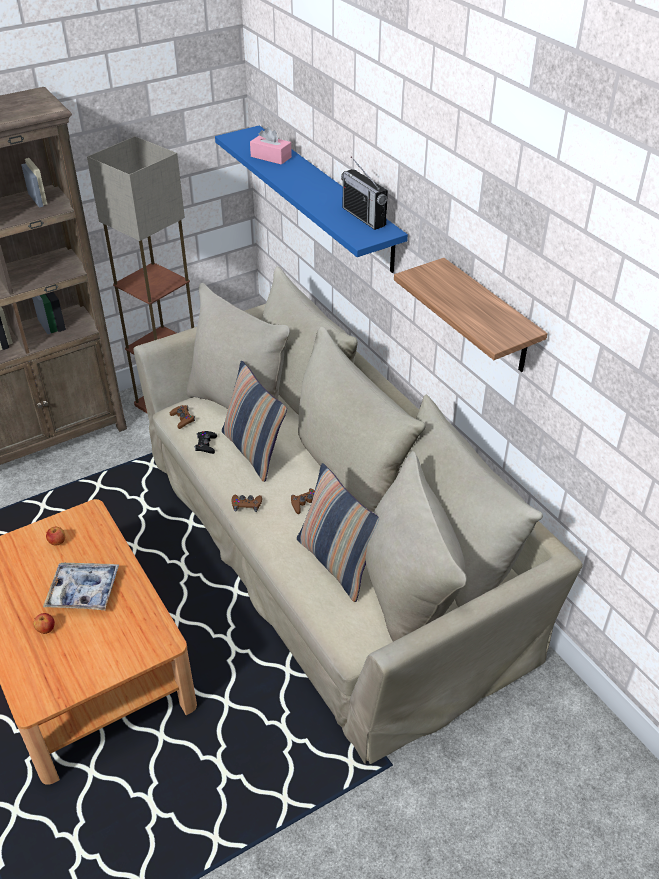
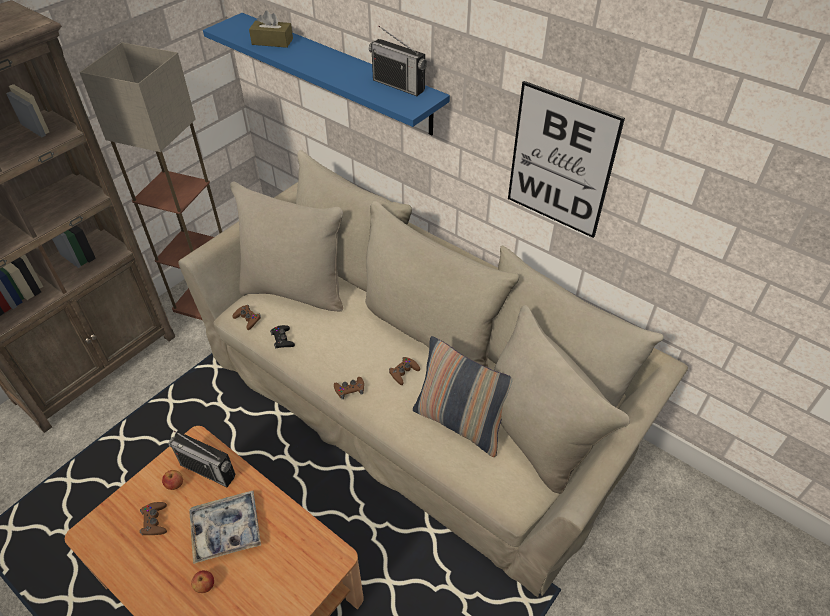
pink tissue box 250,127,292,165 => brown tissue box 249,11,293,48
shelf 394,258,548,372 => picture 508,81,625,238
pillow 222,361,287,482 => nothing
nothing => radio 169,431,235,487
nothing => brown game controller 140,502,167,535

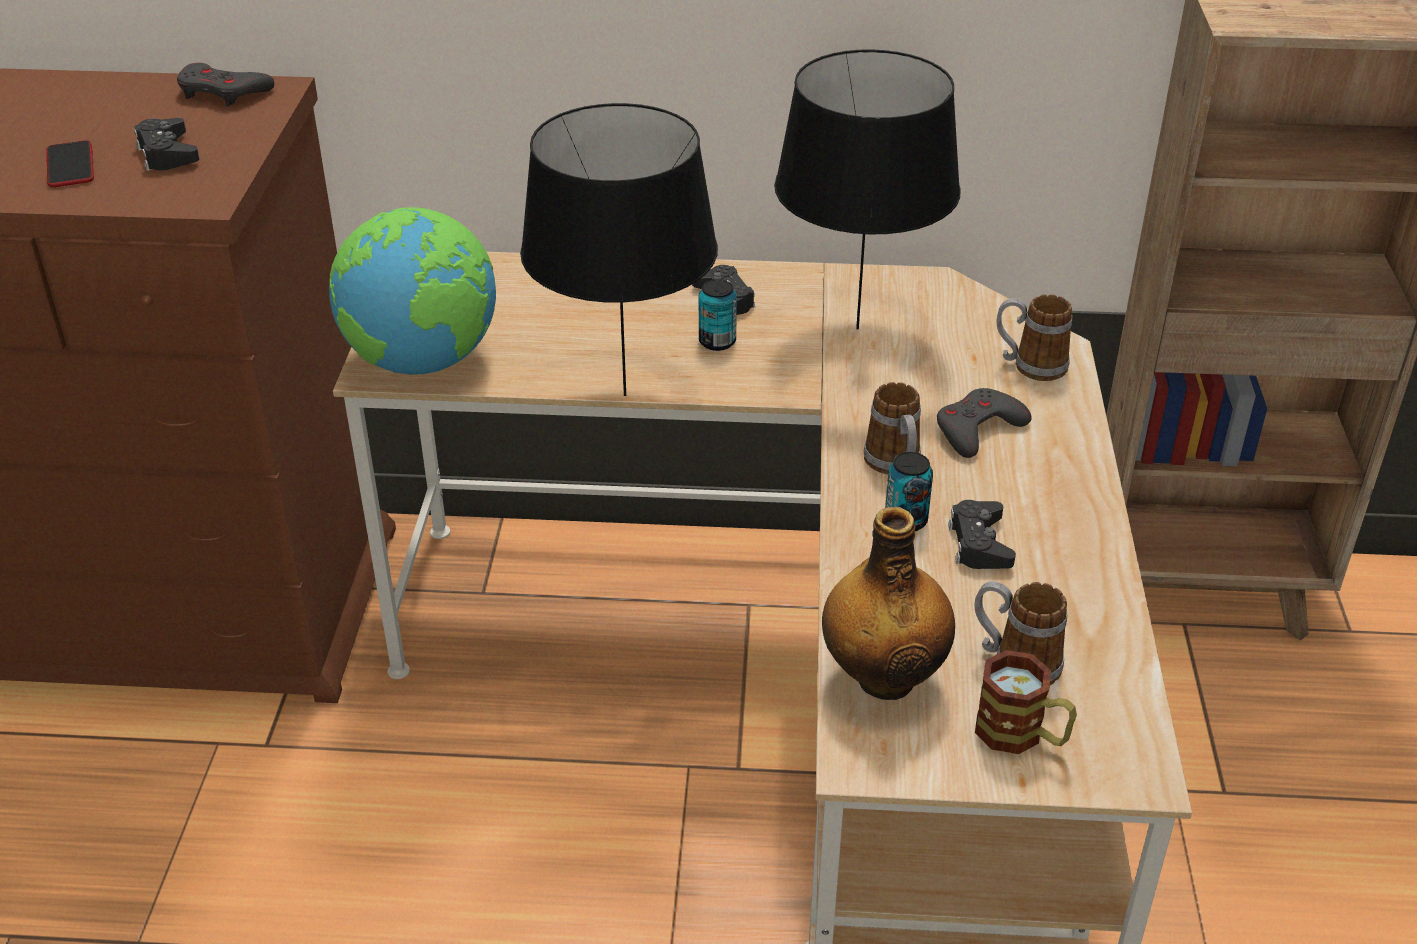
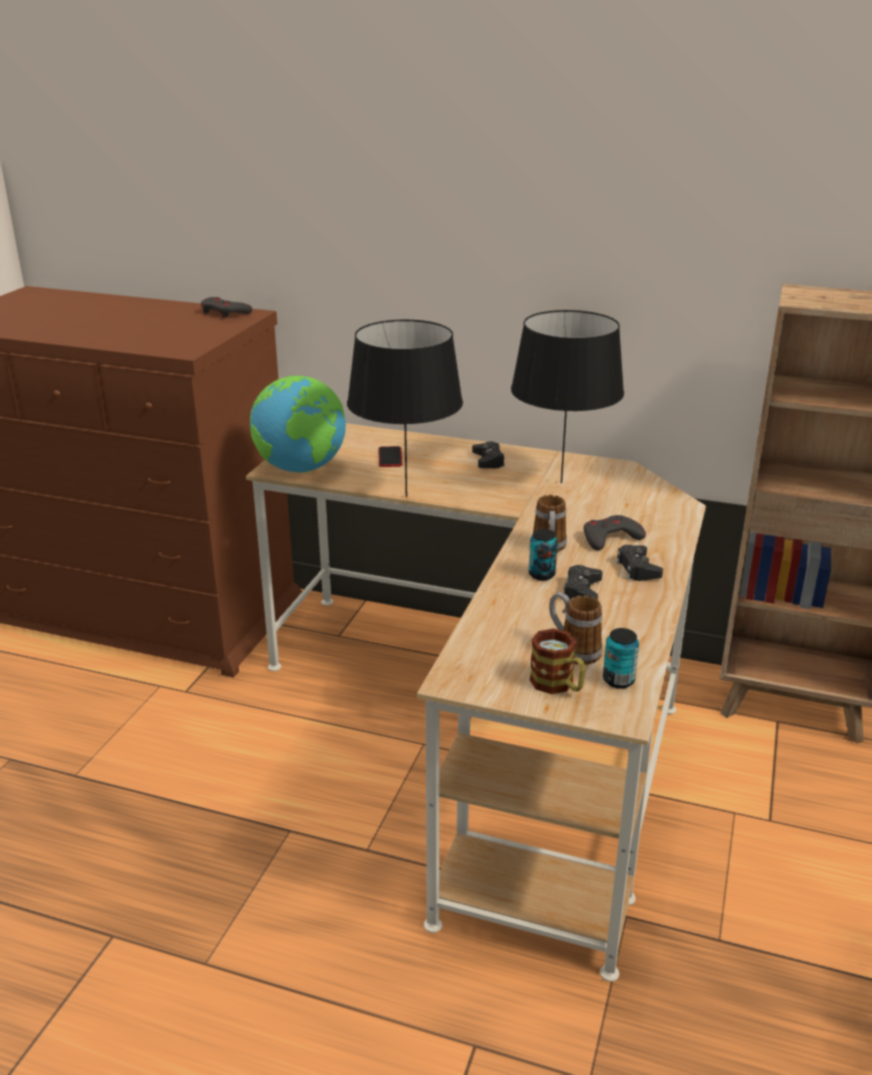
black game controller 134,118,199,171 => black game controller 616,545,663,581, relocated
phone 46,140,94,187 => phone 378,446,402,467, relocated
can 699,279,737,351 => can 603,628,639,688, relocated
mug 997,294,1072,381 => nothing
bottle 822,507,955,700 => nothing

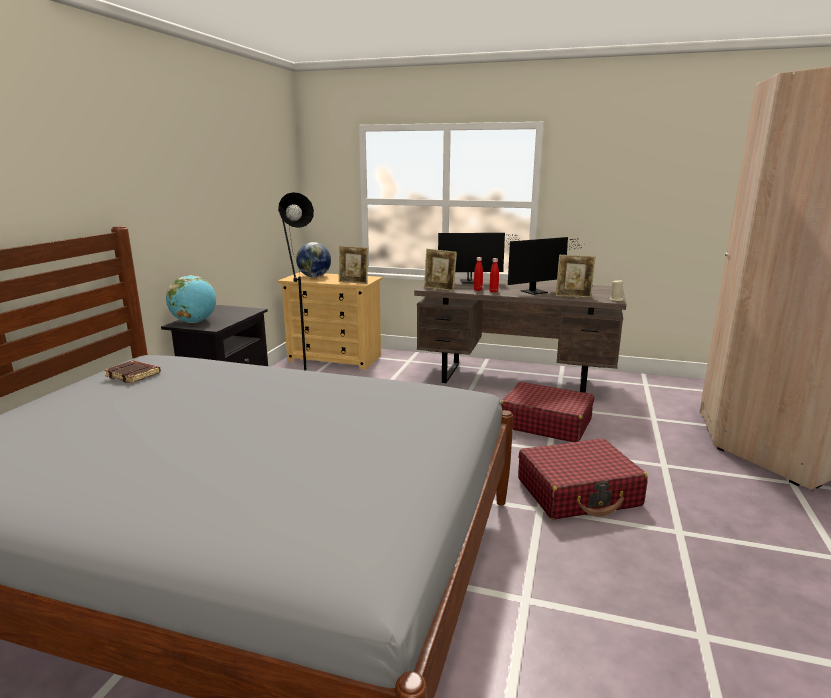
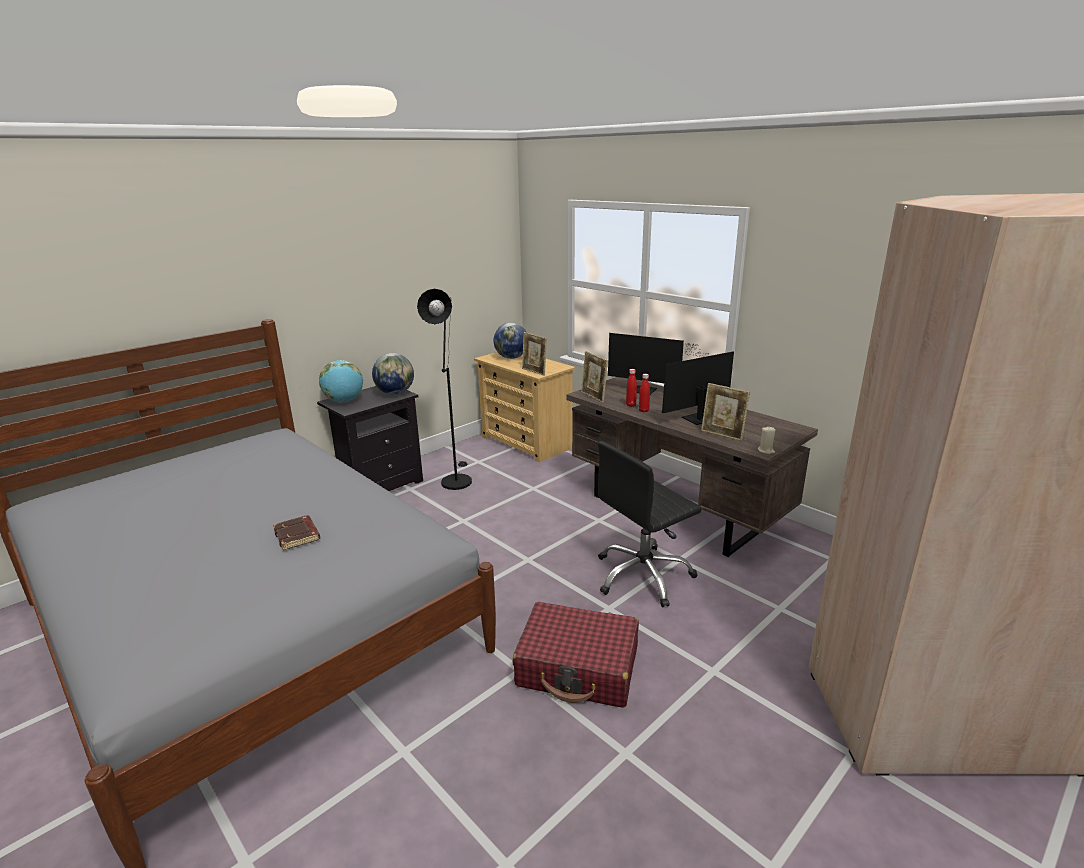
monitor 508,237,581,295 => monitor 646,351,734,425, 150 degrees clockwise
brown book 104,360,161,383 => brown book 273,515,320,551, relocated
red suitcase 501,382,594,442 => black office chair 598,441,701,607
nothing => globe 372,353,414,395

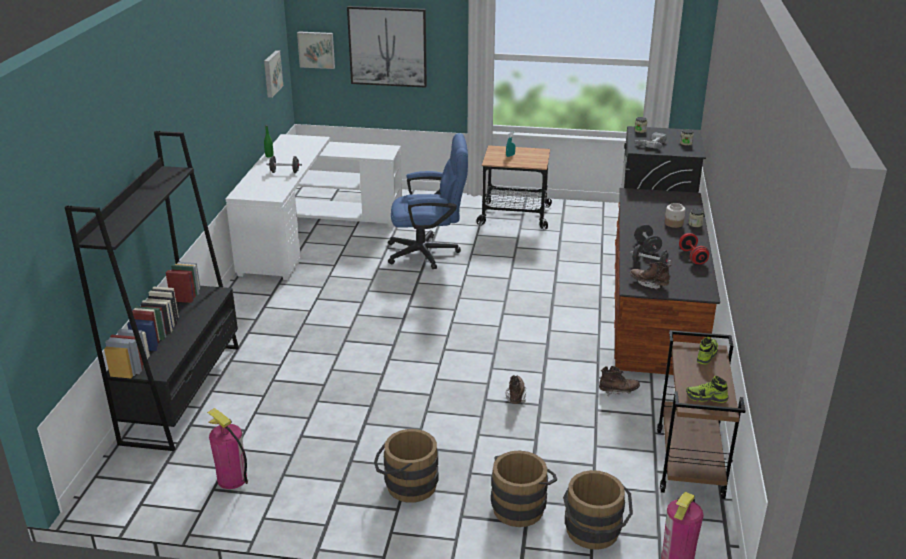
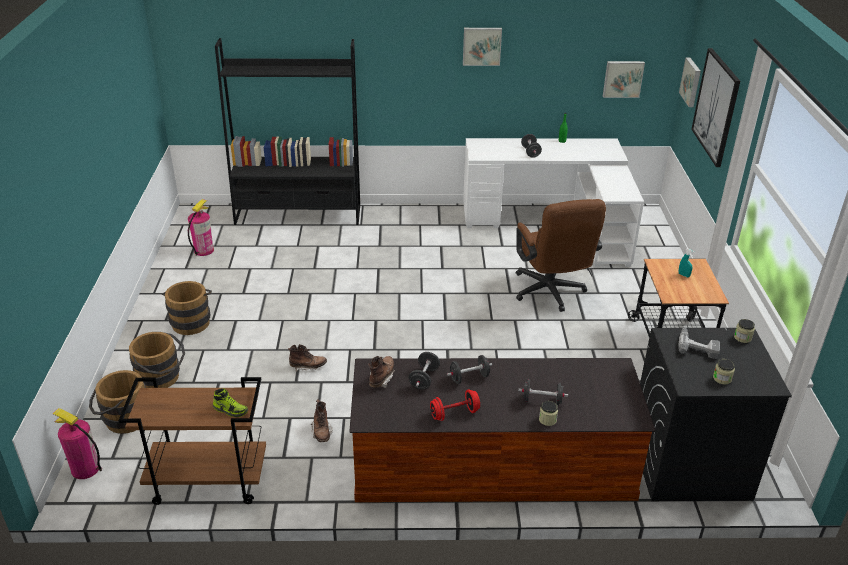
blue office chair 388,133,468,269 => brown office chair 516,199,606,312
jar 665,203,685,228 => black dumbbell 518,379,568,406
shoe 686,376,729,403 => nothing
nothing => picture 463,28,502,66

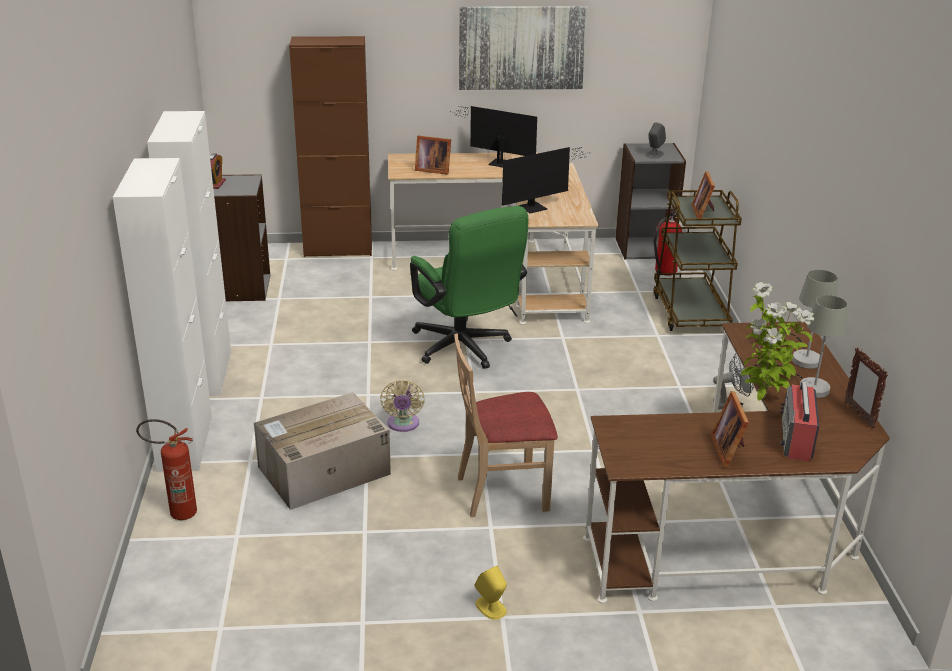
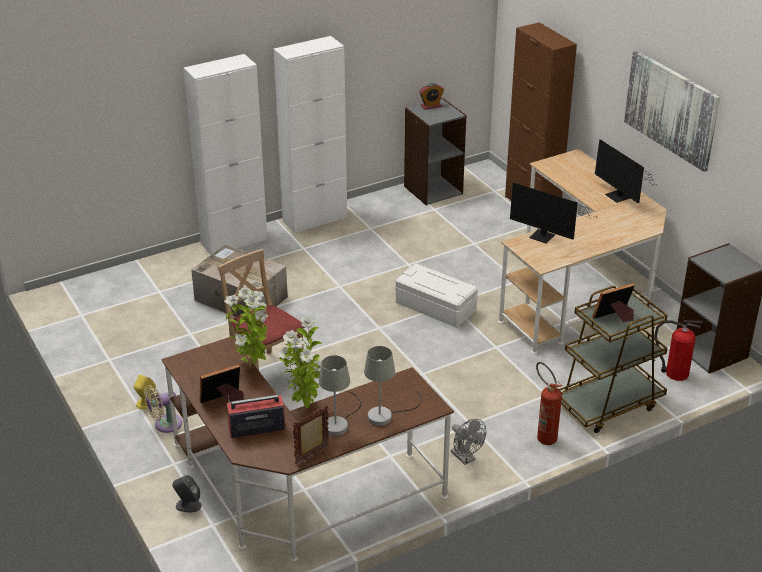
monitor 451,106,537,168 => monitor 595,139,653,203, 150 degrees clockwise
grey speaker 645,122,666,158 => grey speaker 172,475,202,512, relocated
picture frame 415,136,451,175 => nothing
green office chair 410,206,528,369 => white storage box 395,264,478,328
beige fan 380,379,425,432 => beige fan 144,385,182,433, relocated
fire extinguisher 136,419,197,520 => fire extinguisher 536,362,563,445, relocated
nothing => potted plant 224,288,269,367

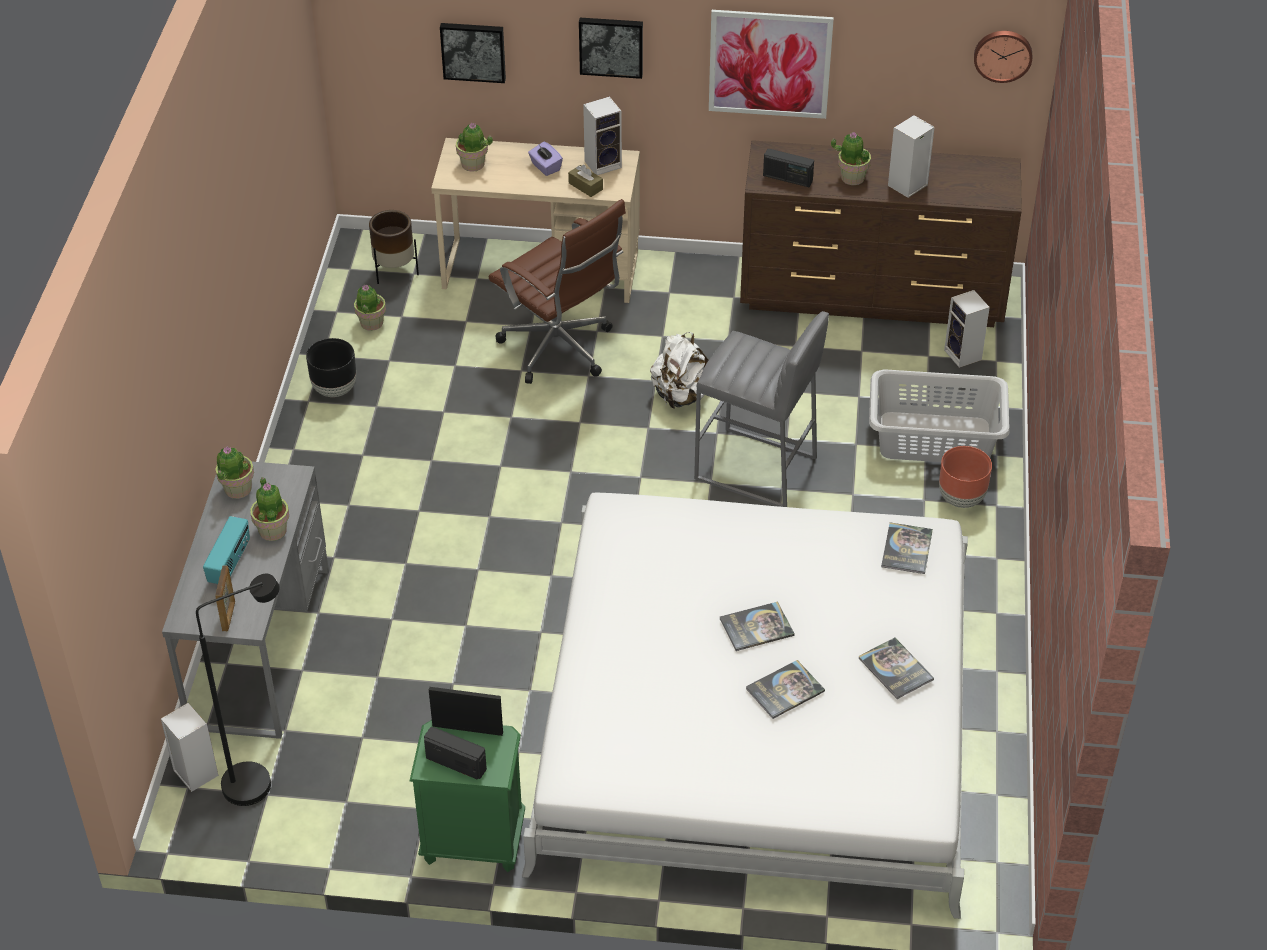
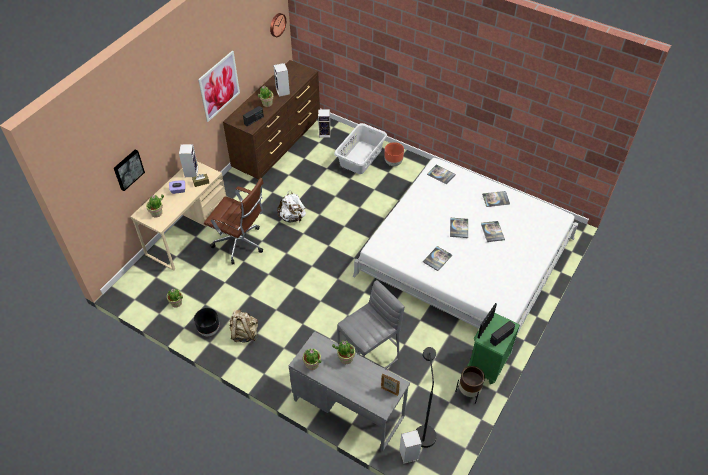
picture 579,18,643,79 => nothing
brown office chair 489,199,626,384 => brown office chair 204,178,263,265, 45 degrees clockwise
brown planter 369,210,419,284 => brown planter 455,366,485,404, relocated
grey stool 694,311,829,507 => grey stool 337,280,404,369, relocated
radio 203,516,250,584 => nothing
nothing => book 423,246,452,271
nothing => beige backpack 229,309,258,342

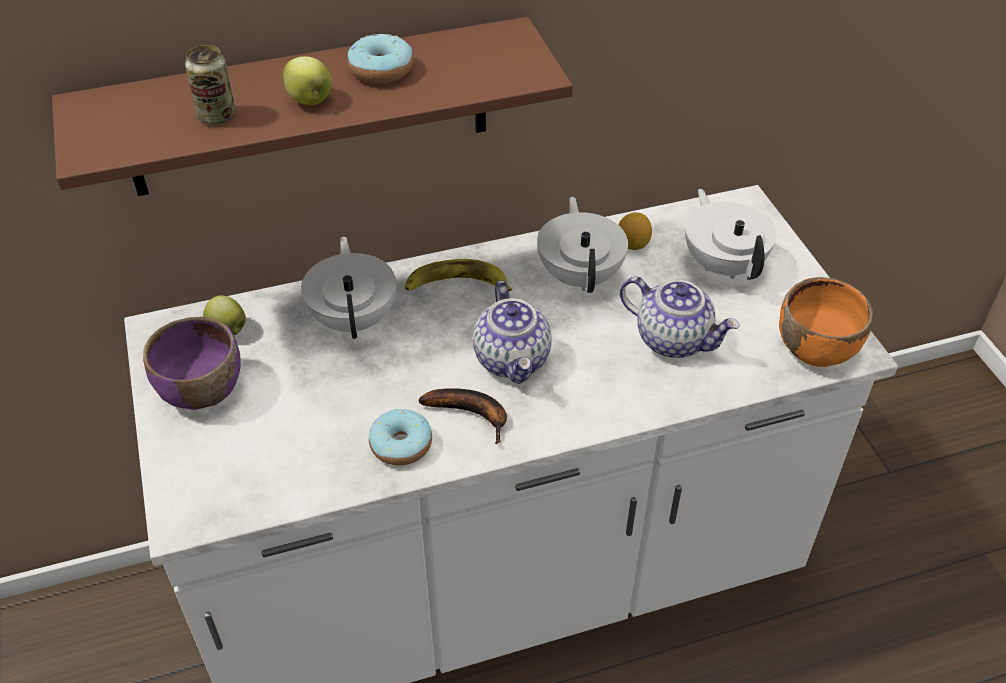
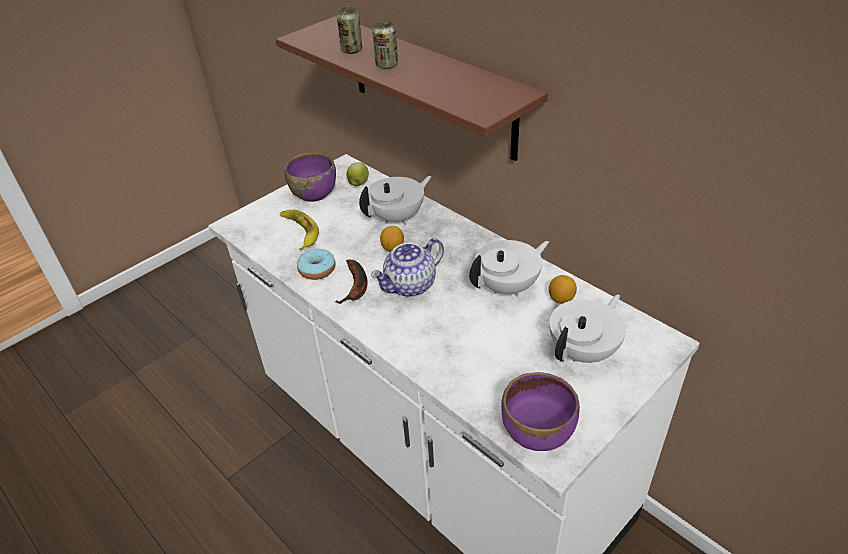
donut 348,34,414,84 => nothing
apple 283,56,332,105 => can 372,20,398,69
banana 405,259,512,291 => banana 280,210,319,250, relocated
teapot 620,276,740,358 => nothing
orange bowl 779,277,873,367 => purple bowl 501,372,580,451
nothing => lemon 380,226,404,252

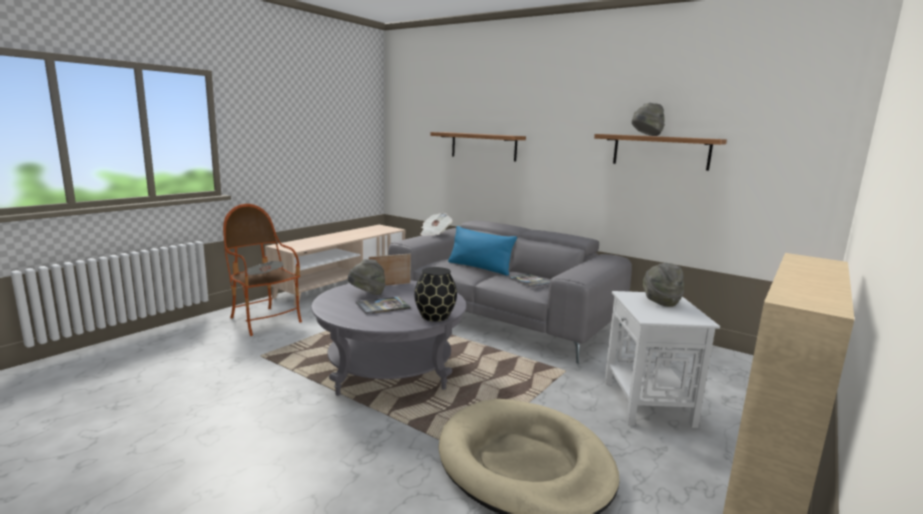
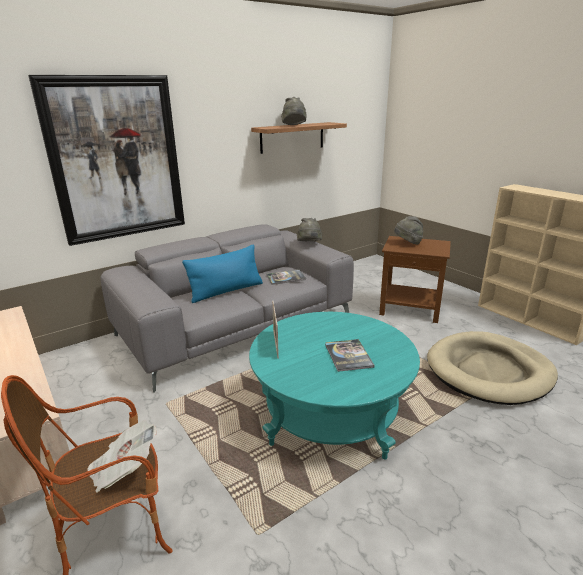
shelf 430,132,526,162 => picture 28,75,185,246
newspaper 420,213,452,236 => nothing
grey hat 348,259,385,295 => grey hat 297,218,322,241, relocated
black vase 414,267,457,322 => nothing
grey coffee table 311,280,467,396 => turquoise coffee table 249,312,420,460
white side table 604,291,720,428 => brown side table 379,236,451,323

